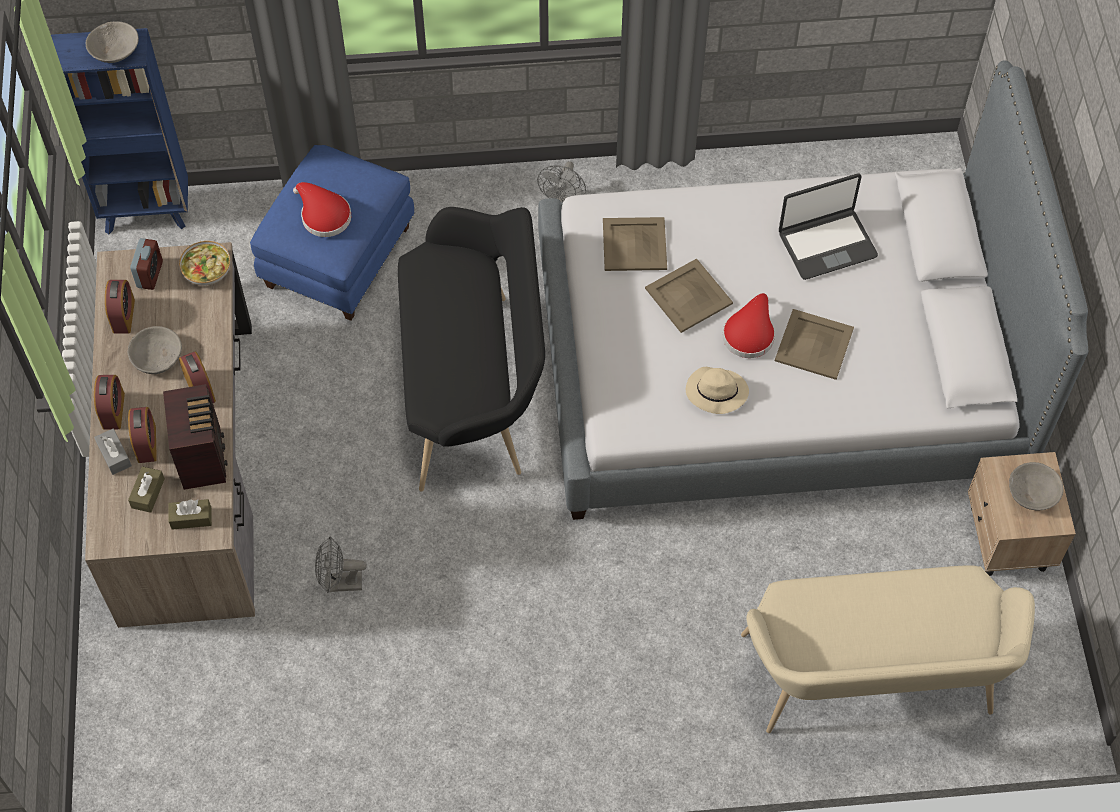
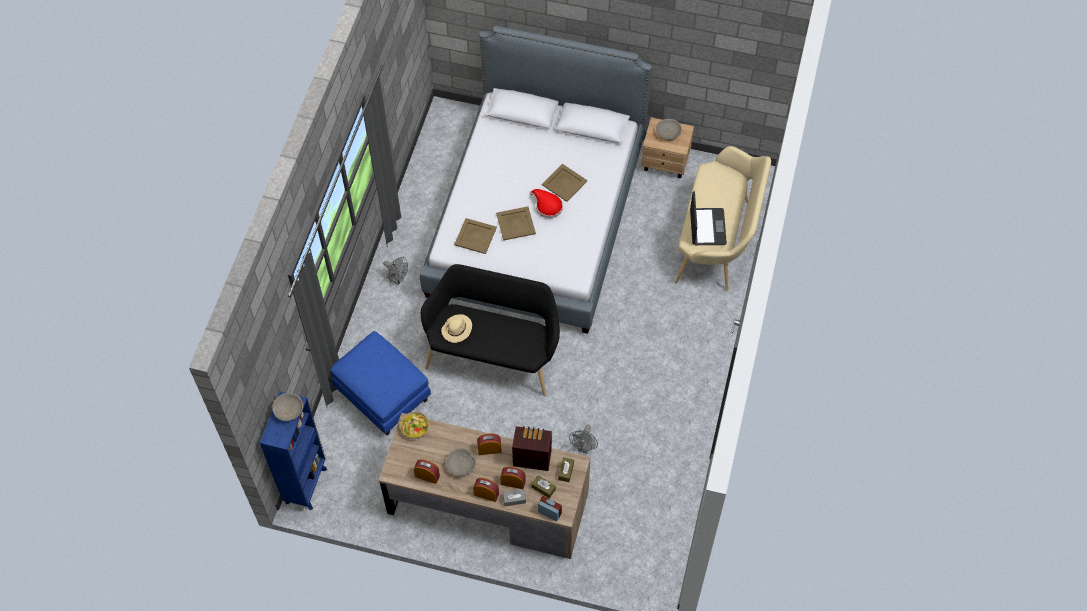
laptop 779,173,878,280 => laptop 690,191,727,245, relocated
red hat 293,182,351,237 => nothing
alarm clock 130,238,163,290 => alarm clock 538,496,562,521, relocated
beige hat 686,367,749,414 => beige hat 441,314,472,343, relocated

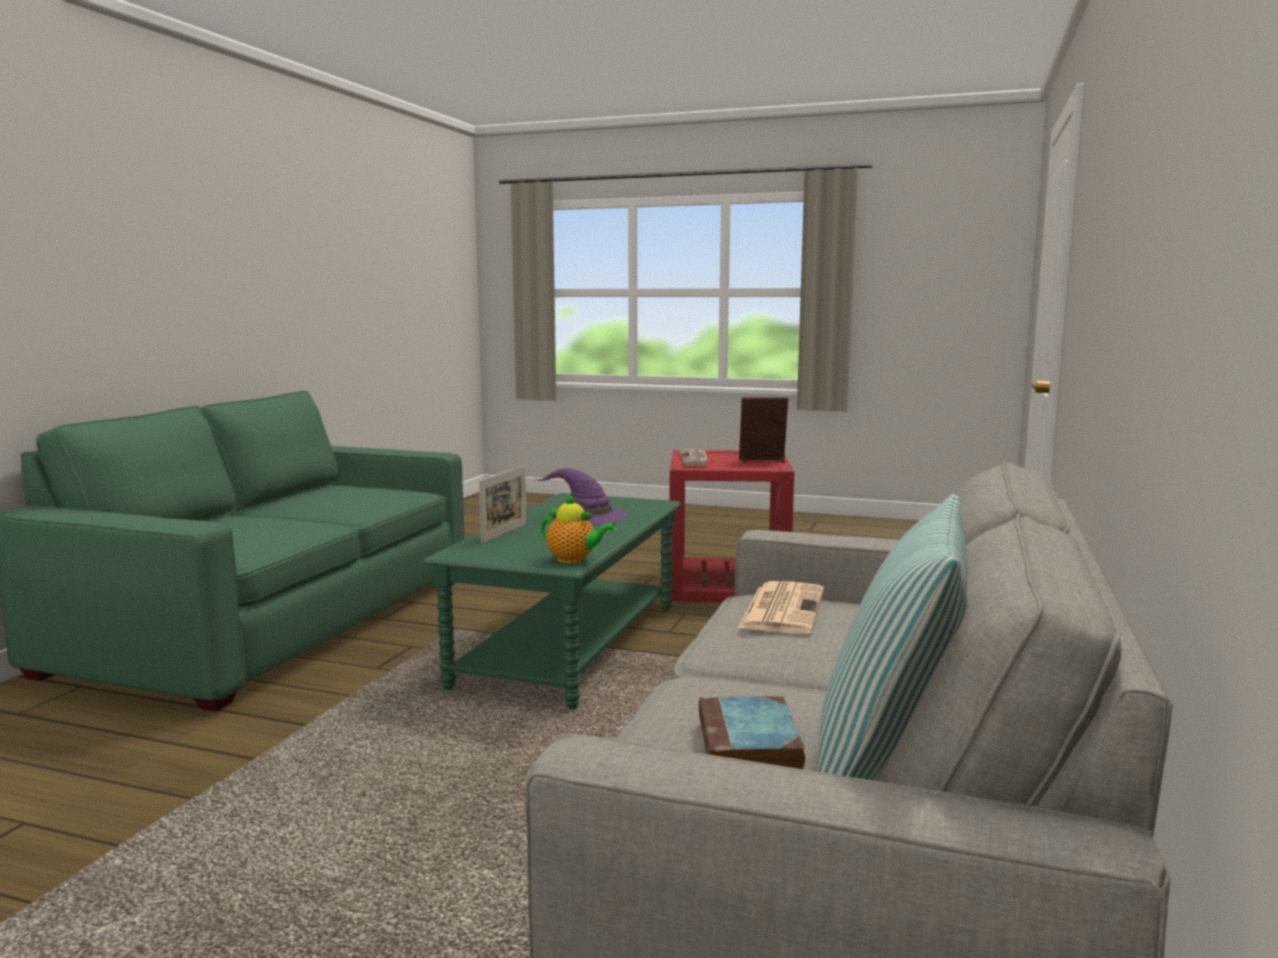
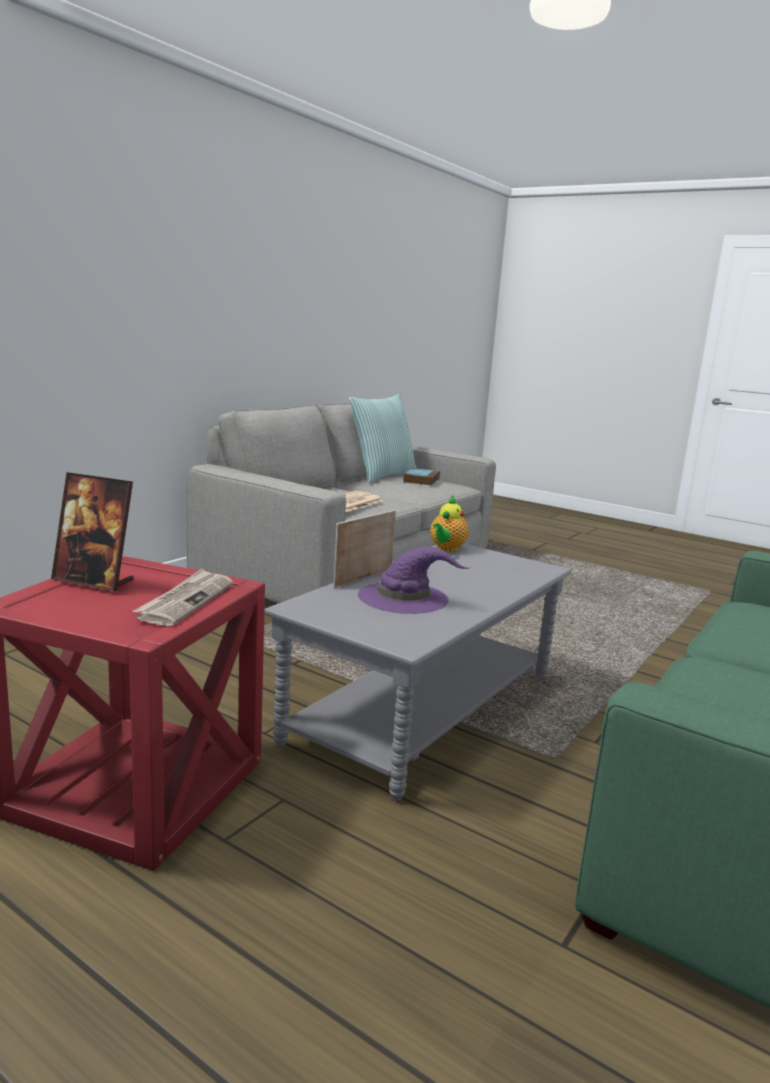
picture frame 479,466,526,544 => picture frame 334,510,396,588, relocated
green coffee table 422,493,681,709 => grey coffee table 264,544,572,801
teapot 541,493,617,563 => teapot 430,496,469,552, 105 degrees counterclockwise

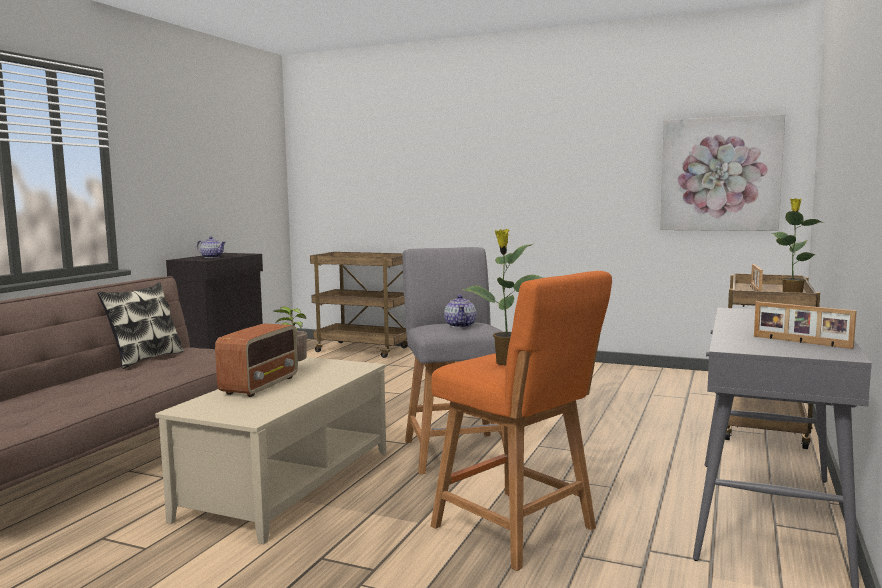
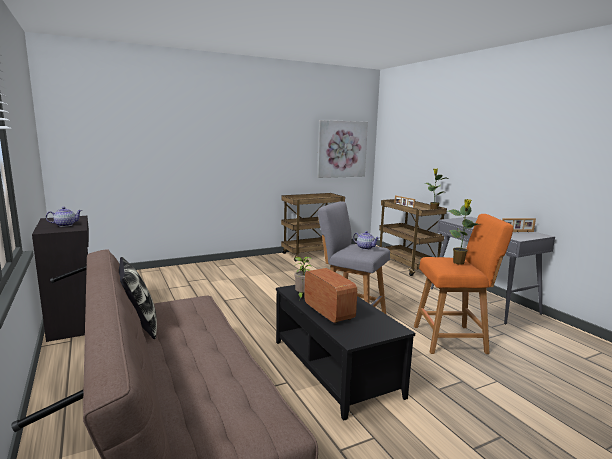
brown cart 310,252,408,358 => brown cart 281,193,345,261, relocated
beige coffee table 155,357,386,544 => black coffee table 276,285,415,421

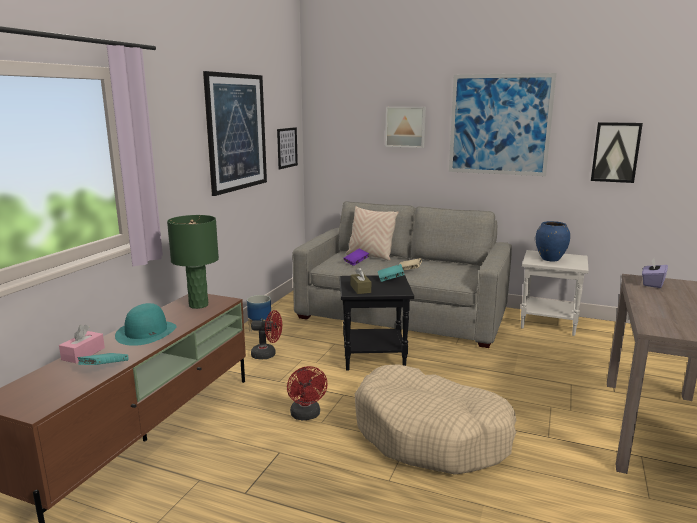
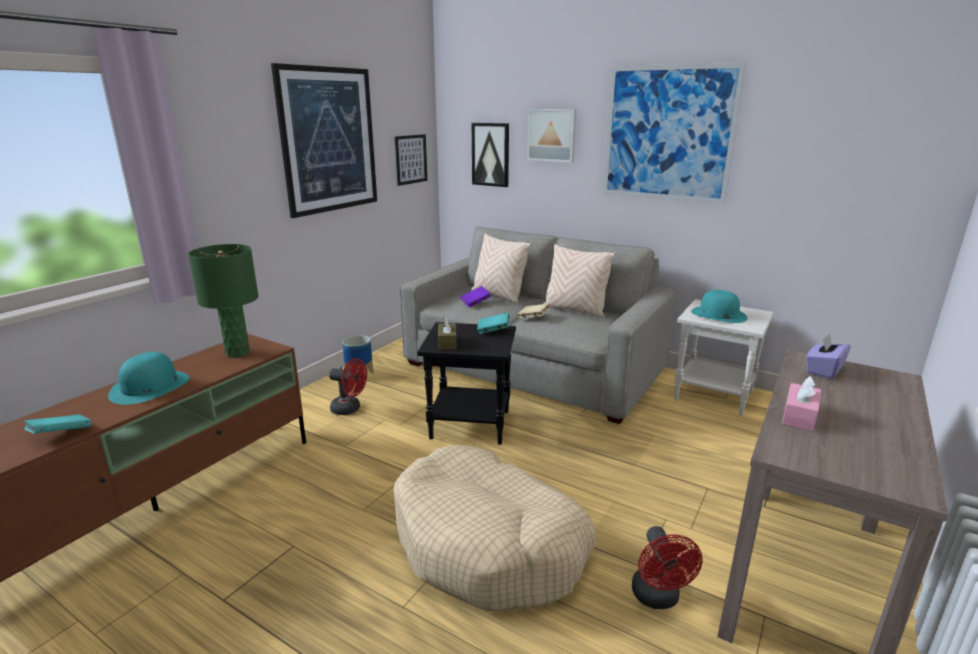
picture 591,122,643,183 => picture 472,123,509,187, relocated
blue vase 536,221,570,261 => turquoise hat 691,290,748,323
pink tissue box 59,325,105,363 => pink tissue box 782,376,821,432, relocated
red fan 287,366,327,420 => red fan 632,526,703,609, relocated
nothing => beige pillow 544,244,615,318

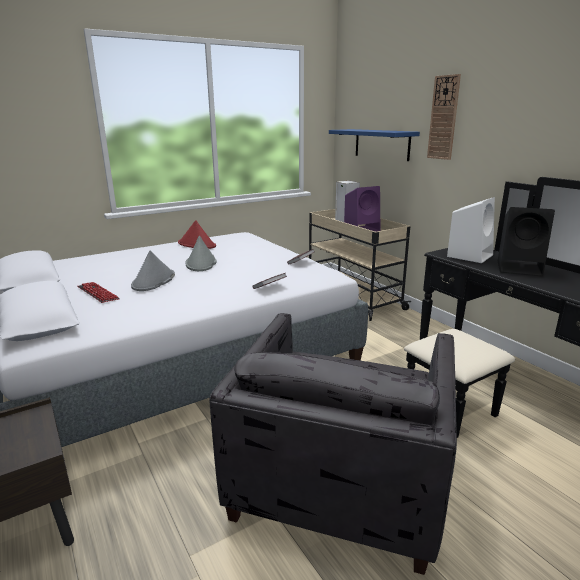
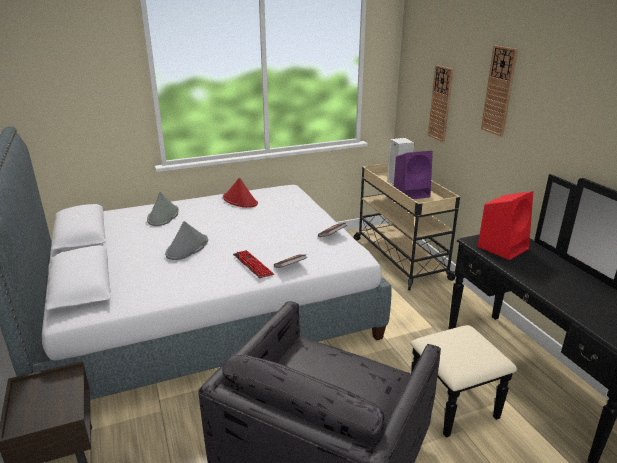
blue shelf 329,129,420,161 => wall clock 428,65,453,142
white speaker 447,197,495,263 => red speaker 478,191,533,260
black speaker 498,207,555,277 => nothing
grey hat 186,235,217,271 => grey hat 147,192,179,226, relocated
keyboard 77,282,120,303 => keyboard 233,250,274,278, relocated

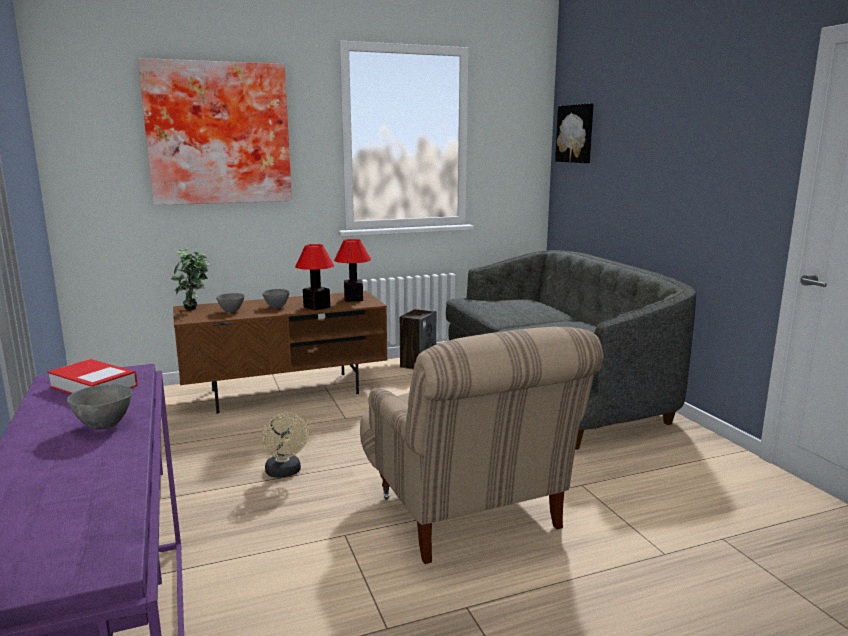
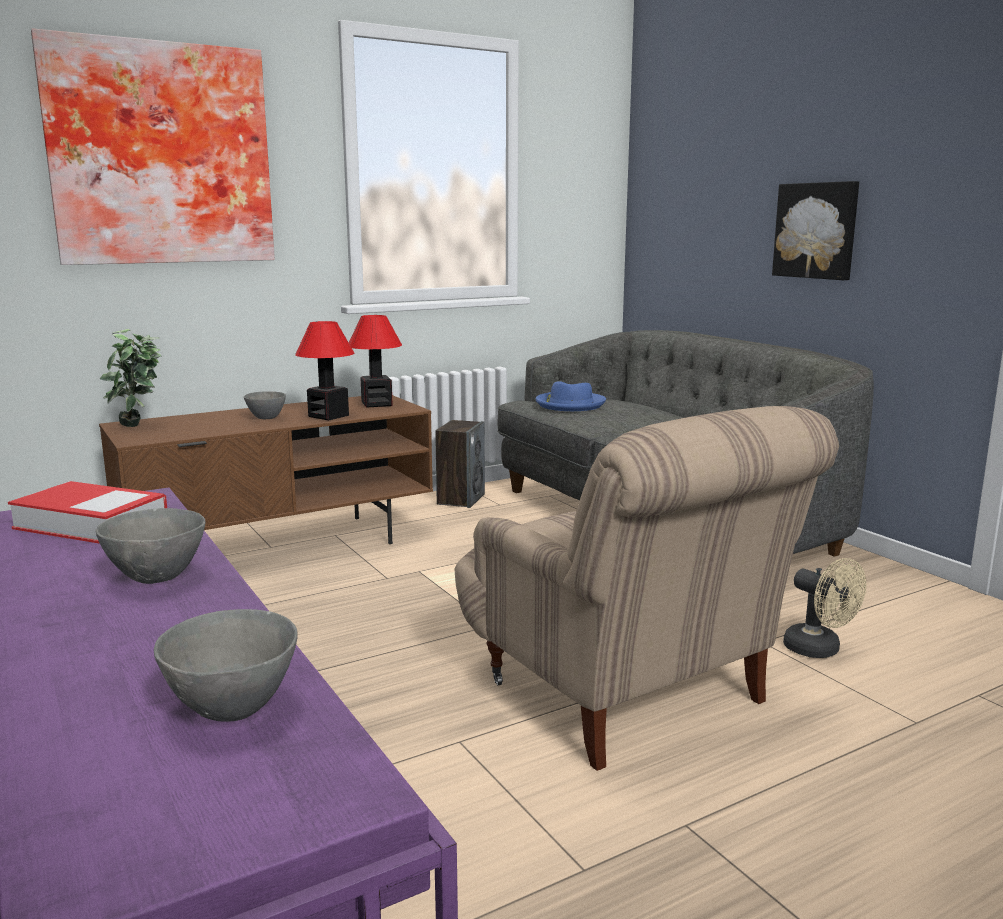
picture 555,103,594,163 => picture 772,181,859,280, relocated
grey bowl 216,293,245,312 => grey bowl 154,609,298,722, relocated
beige fan 261,412,309,478 => beige fan 783,558,866,658, relocated
nothing => blue hat 536,381,606,411

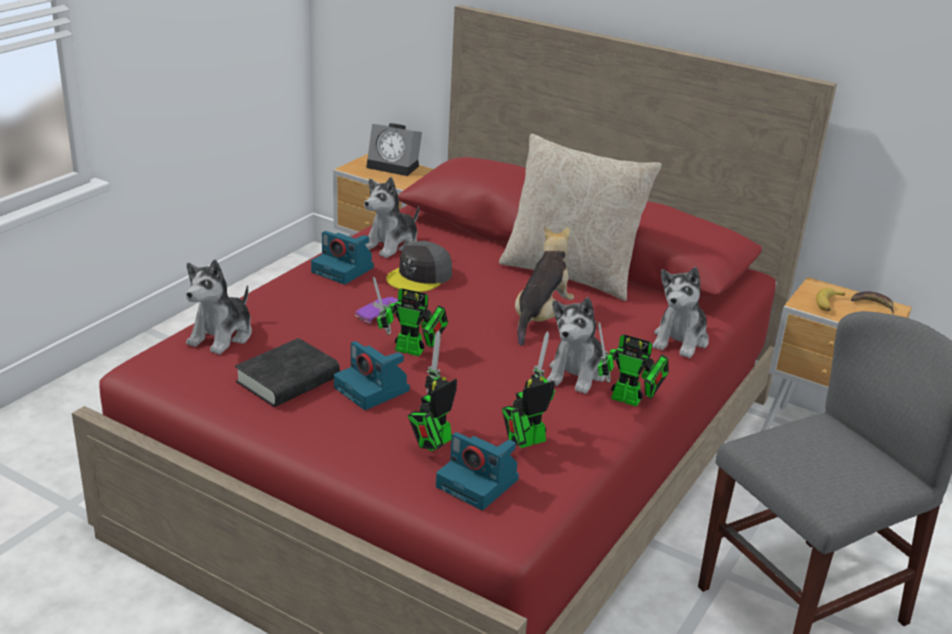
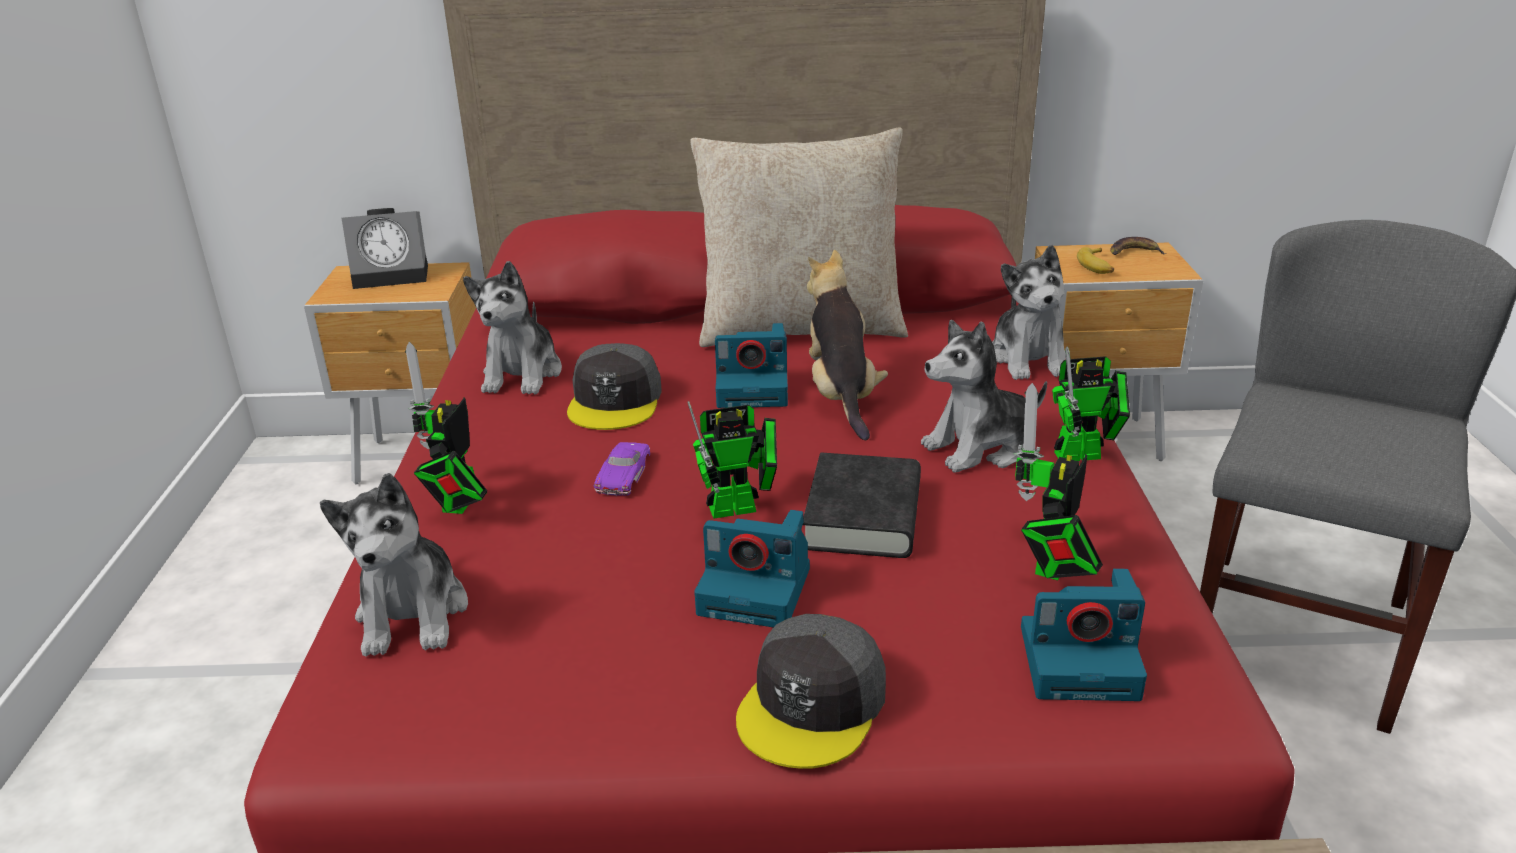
photo camera 311,231,374,285 => photo camera 715,323,788,408, relocated
plush toy 547,297,605,394 => plush toy 921,320,1047,472, 75 degrees clockwise
toy robot 407,330,457,451 => toy robot 405,342,487,514, relocated
black book 235,338,340,407 => black book 803,453,921,558, relocated
nothing => grey cap 736,614,886,769

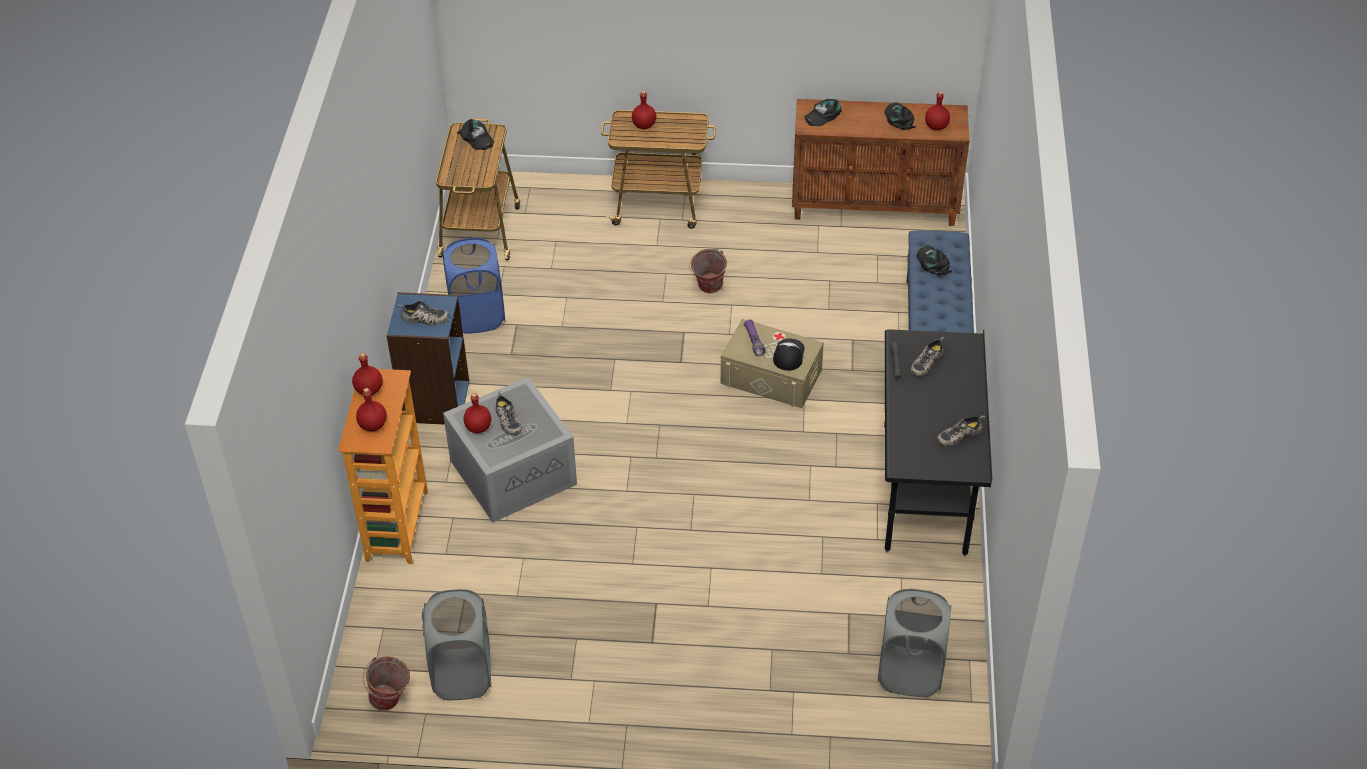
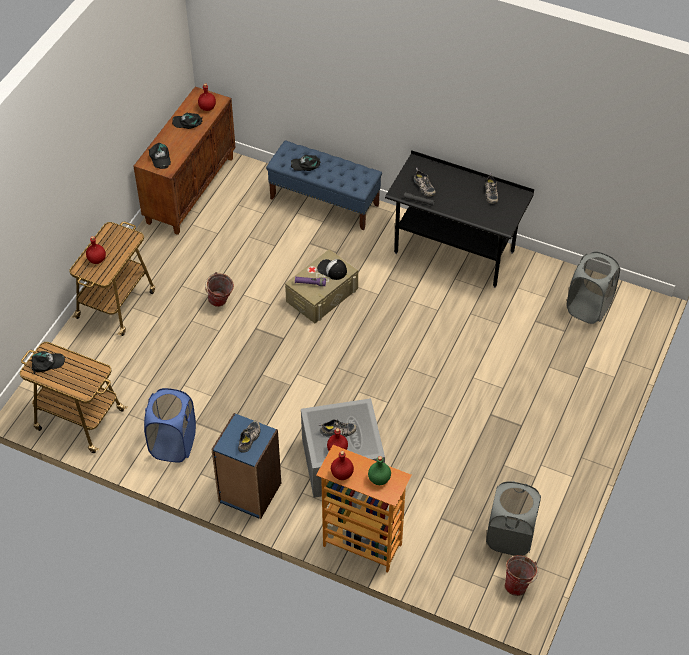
red bottle 356,388,387,431 => green bottle 368,456,391,485

